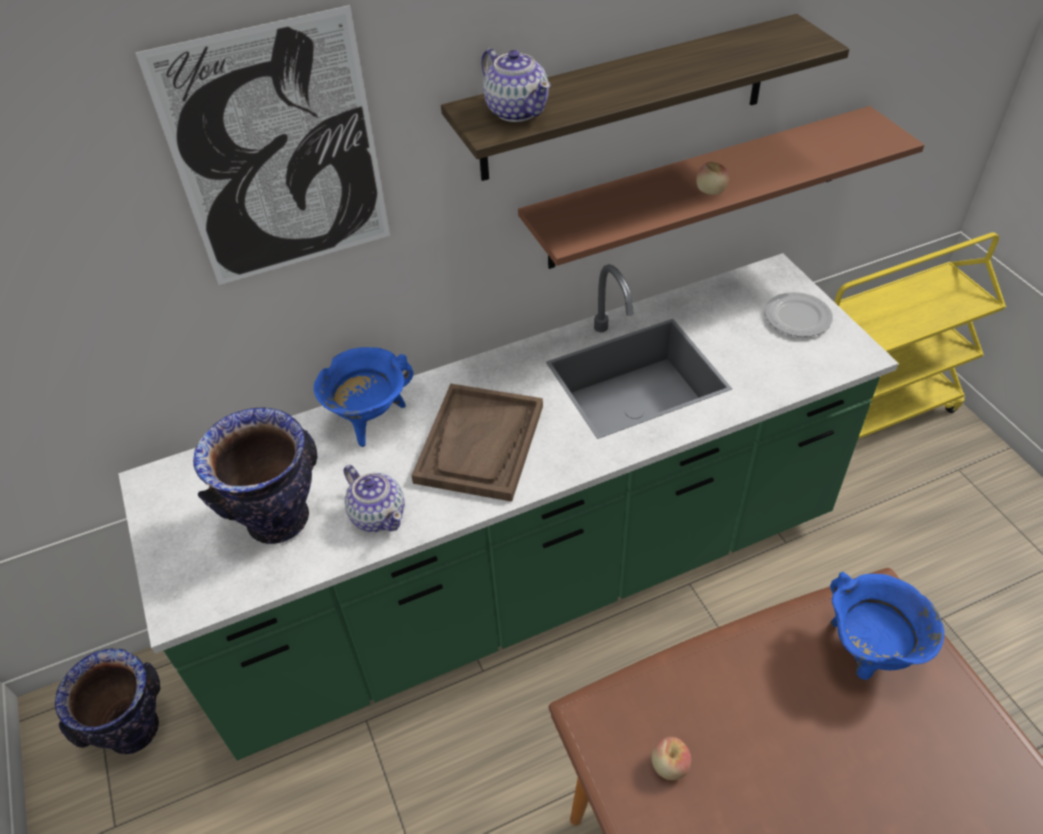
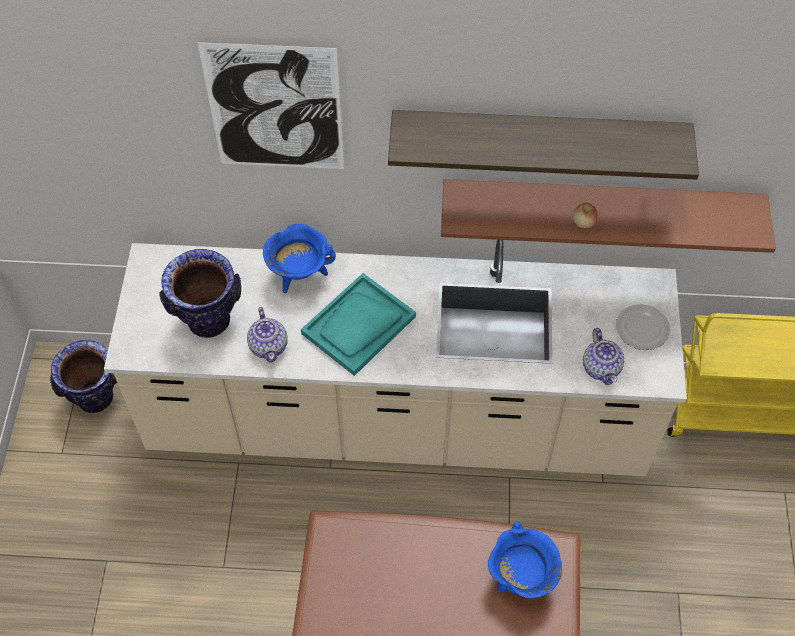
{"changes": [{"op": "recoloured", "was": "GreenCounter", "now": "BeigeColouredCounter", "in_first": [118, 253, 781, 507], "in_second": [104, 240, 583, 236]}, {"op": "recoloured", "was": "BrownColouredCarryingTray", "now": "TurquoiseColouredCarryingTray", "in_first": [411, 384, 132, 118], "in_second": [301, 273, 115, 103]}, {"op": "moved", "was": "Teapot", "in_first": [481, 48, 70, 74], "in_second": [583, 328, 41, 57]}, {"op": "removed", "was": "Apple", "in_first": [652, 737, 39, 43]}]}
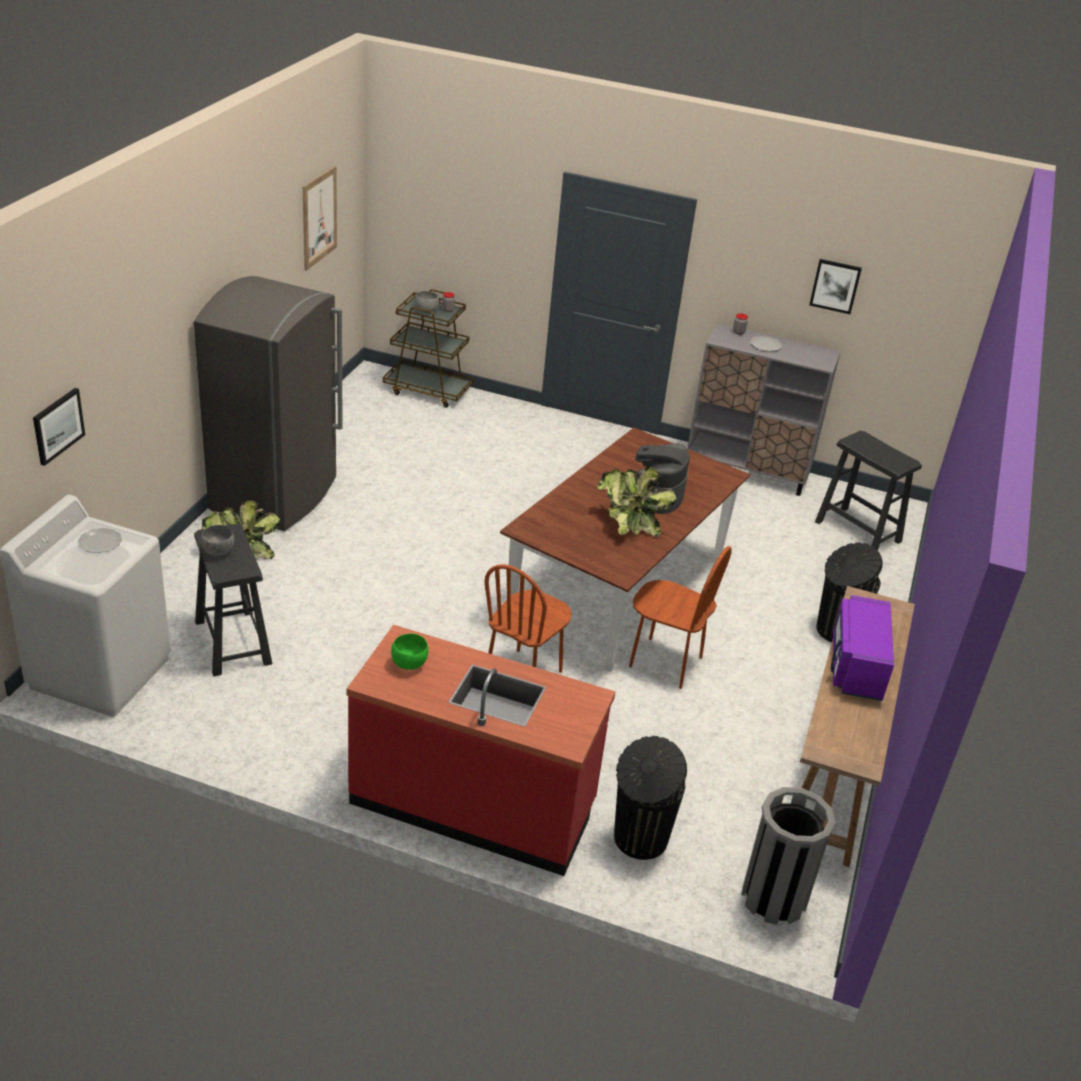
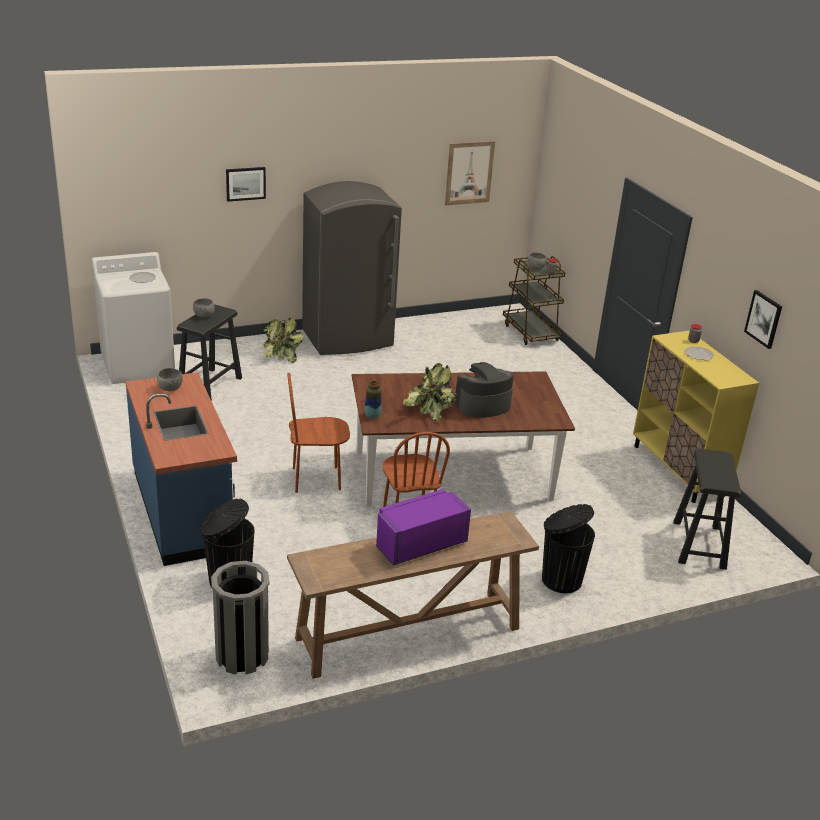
{"changes": [{"op": "recoloured", "was": "ReddishCounter", "now": "BluishCounter", "in_first": [347, 625, 268, 251], "in_second": [126, 372, 111, 194]}, {"op": "recoloured", "was": "GreenServingBowl", "now": "GreyishServingBowl", "in_first": [391, 634, 38, 36], "in_second": [157, 368, 26, 23]}, {"op": "moved", "was": "WallPicture", "in_first": [33, 388, 52, 78], "in_second": [226, 167, 40, 35]}, {"op": "added", "now": "FlowerVase", "in_second": [365, 381, 16, 38]}, {"op": "recoloured", "was": "GreyishCabinet", "now": "YellowCabinet", "in_first": [687, 323, 154, 173], "in_second": [633, 330, 126, 173]}]}
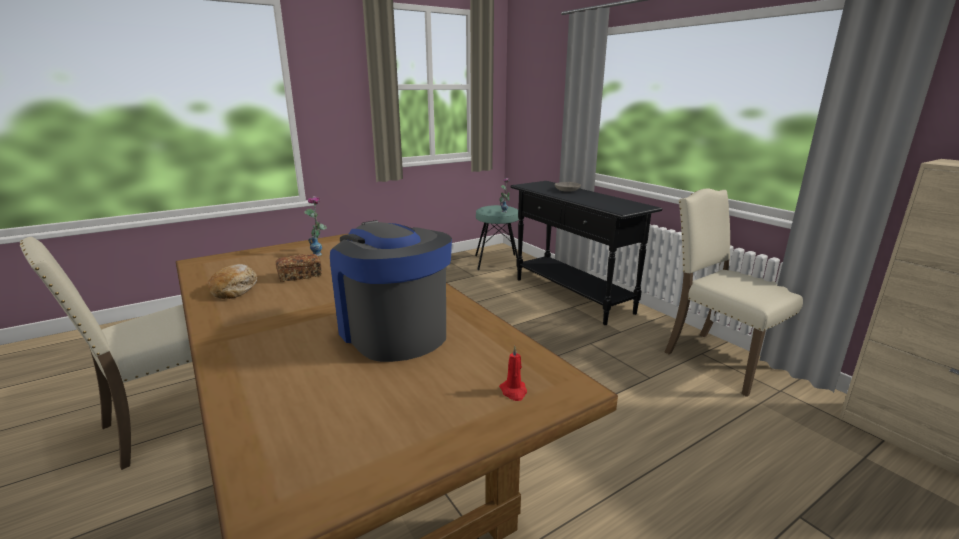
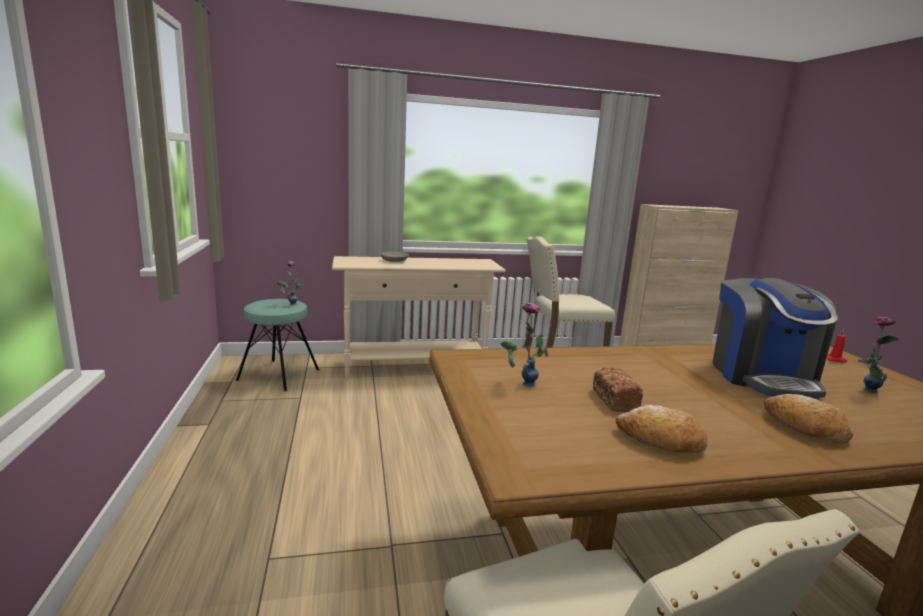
{"changes": [{"op": "recoloured", "was": "BlackishNarrowTable", "now": "BeigeColouredNarrowTable", "in_first": [510, 181, 152, 144], "in_second": [332, 256, 174, 123]}, {"op": "turned", "was": "CoffeeMaker", "in_first": [330, 220, 122, 142], "in_second": [712, 278, 126, 121], "clockwise": -75}, {"op": "added", "now": "BakeryBread", "in_second": [764, 394, 89, 49]}, {"op": "added", "now": "FlowerVase", "in_second": [858, 317, 41, 77]}]}
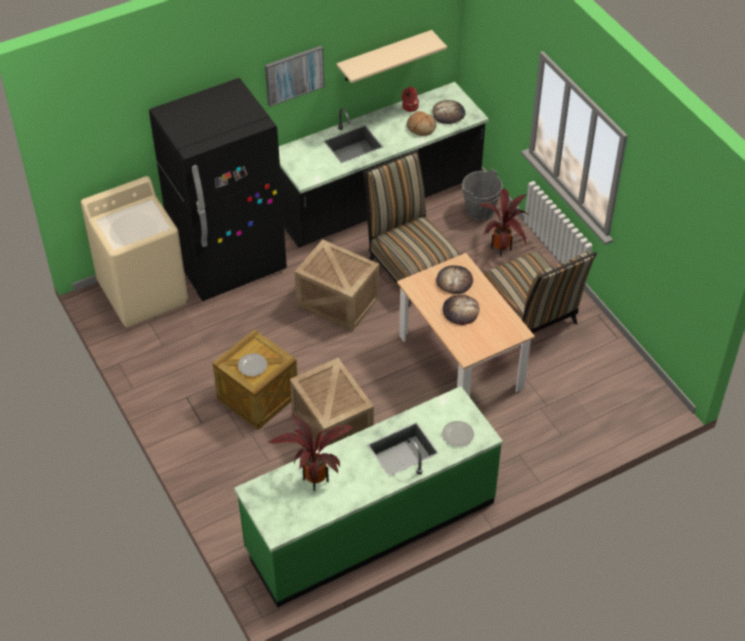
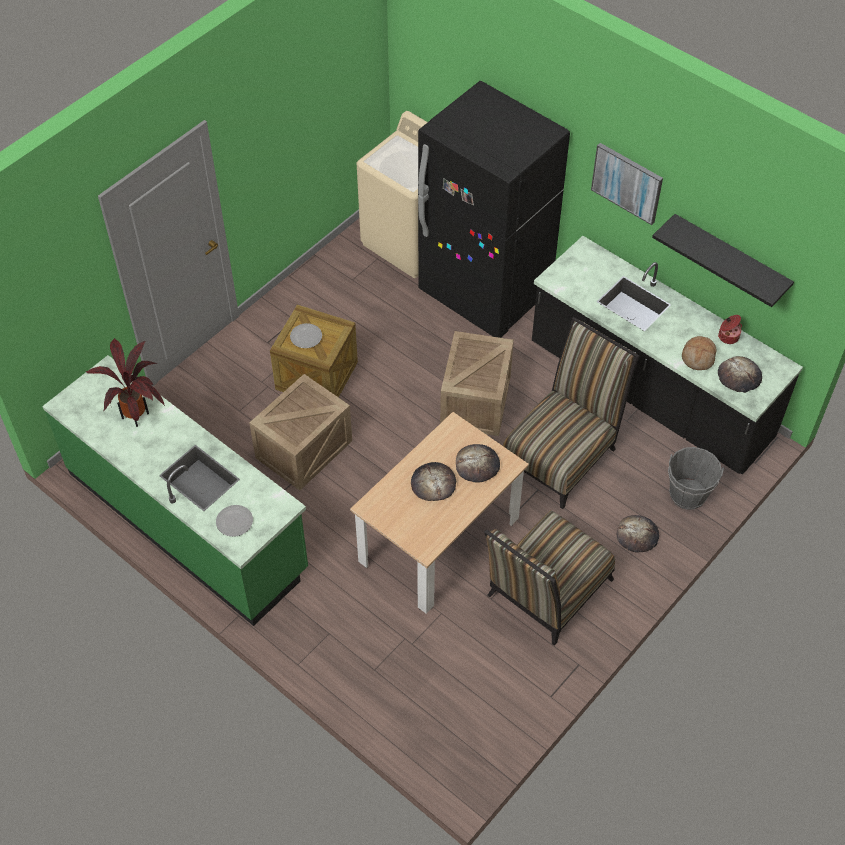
{"changes": [{"op": "replaced", "was": "PottedPlant", "now": "BakeryBread", "in_first": [479, 188, 48, 69], "in_second": [617, 515, 42, 38]}, {"op": "recoloured", "was": "BeigeColouredWallShelf", "now": "BlackishWallShelf", "in_first": [337, 30, 110, 53], "in_second": [652, 214, 142, 93]}]}
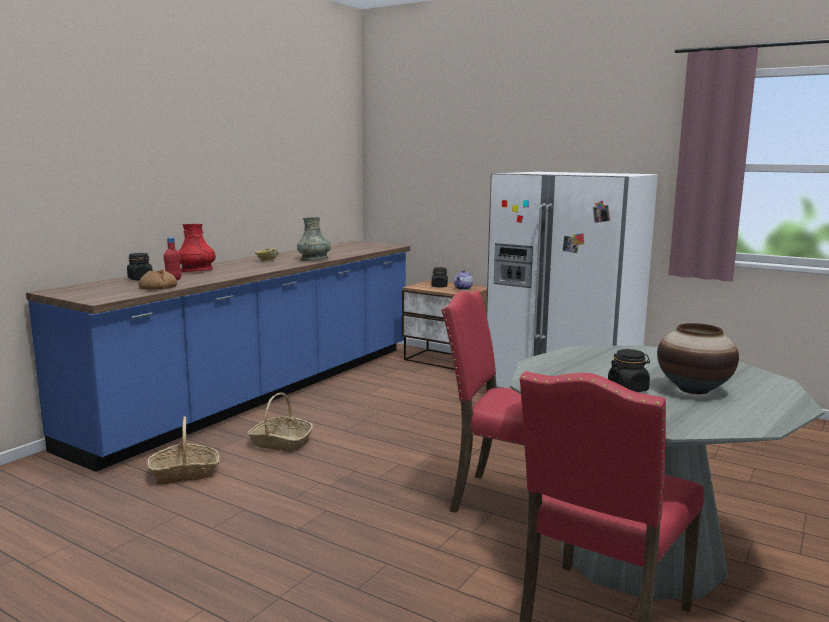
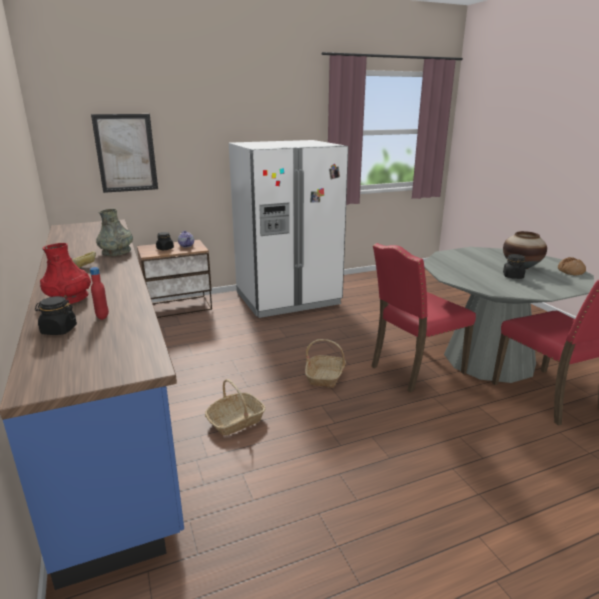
{"changes": [{"op": "added", "now": "WallPicture", "in_second": [91, 114, 67, 79]}, {"op": "moved", "was": "HouseholdBasket", "in_first": [147, 416, 73, 68], "in_second": [305, 339, 41, 49]}, {"op": "moved", "was": "BakeryBread", "in_first": [139, 270, 38, 20], "in_second": [558, 257, 28, 19]}]}
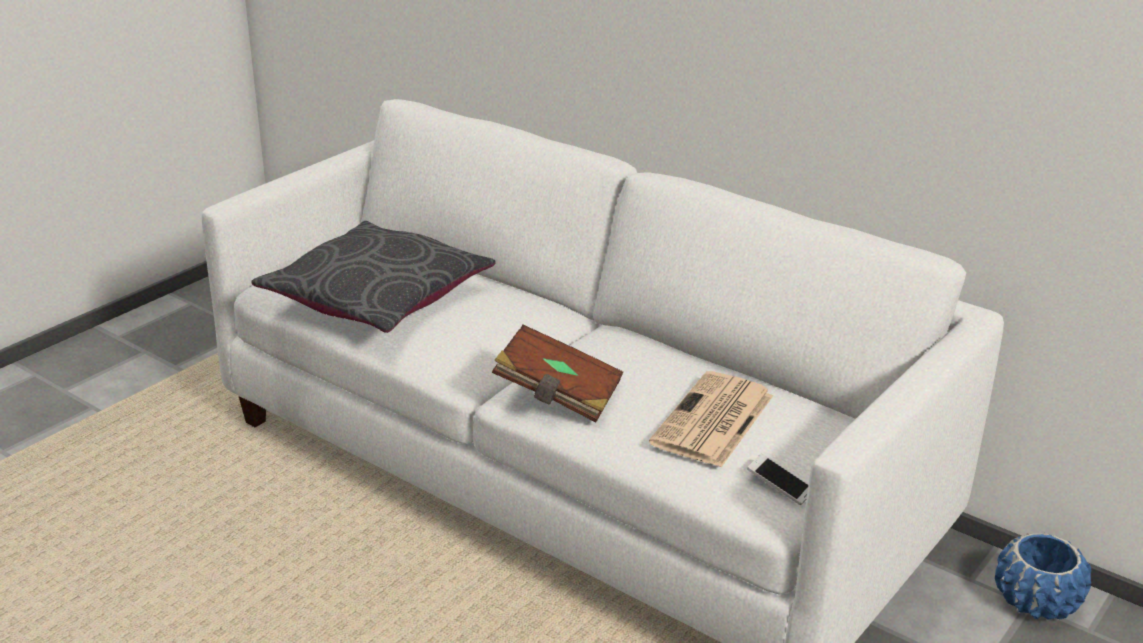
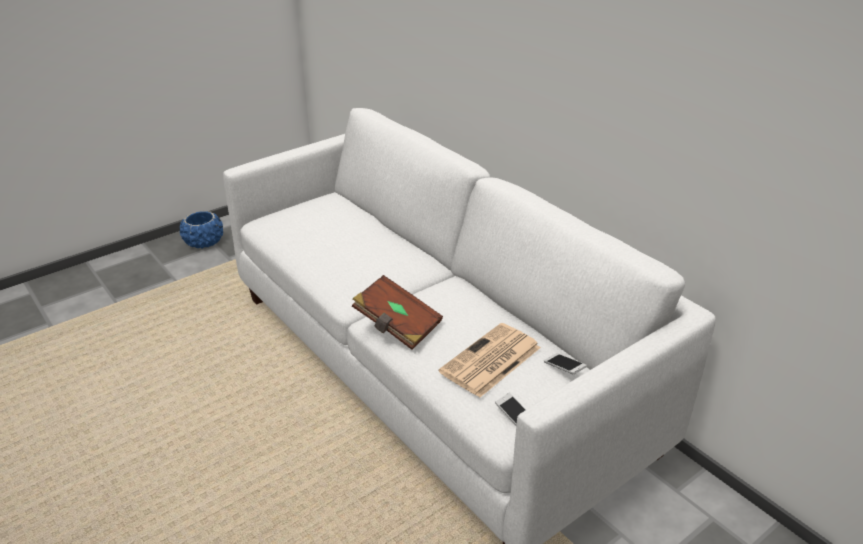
{"changes": [{"op": "moved", "was": "BluishPlantPot", "in_first": [995, 533, 96, 87], "in_second": [180, 211, 43, 38]}, {"op": "added", "now": "Phone", "in_second": [544, 353, 43, 21]}, {"op": "removed", "was": "GreyishPillow", "in_first": [251, 221, 245, 112]}]}
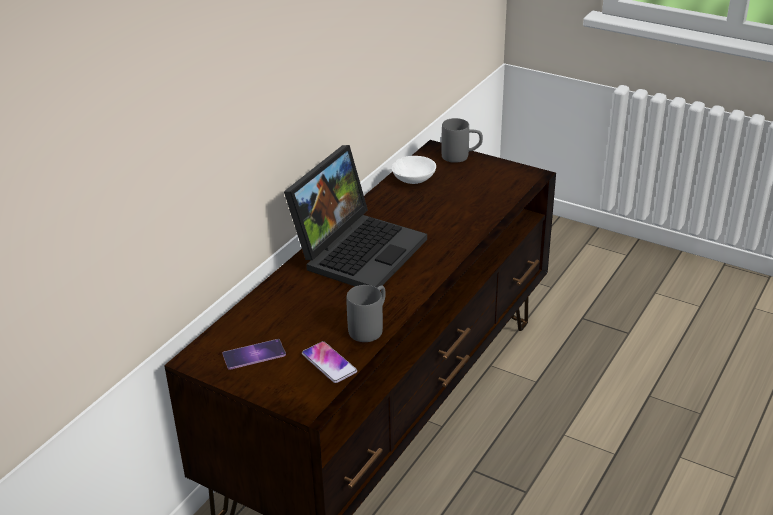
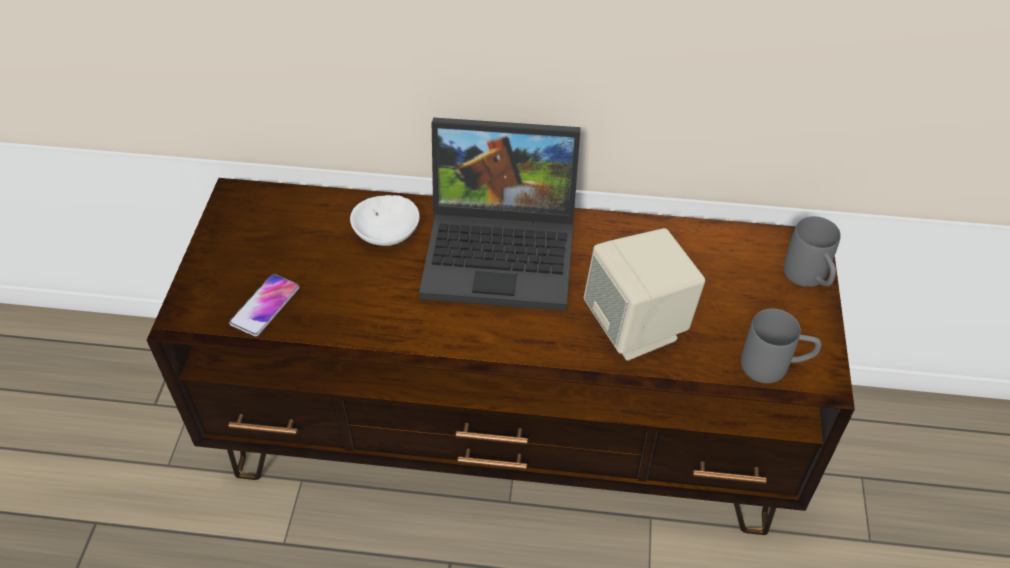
{"changes": [{"op": "moved", "was": "WhiteServingBowl", "in_first": [391, 156, 45, 28], "in_second": [350, 195, 70, 51]}, {"op": "added", "now": "BeigeColouredLoudspeaker", "in_second": [584, 228, 121, 133]}, {"op": "moved", "was": "GreyishMug", "in_first": [347, 285, 39, 57], "in_second": [741, 309, 80, 74]}, {"op": "removed", "was": "Phone", "in_first": [223, 339, 63, 31]}]}
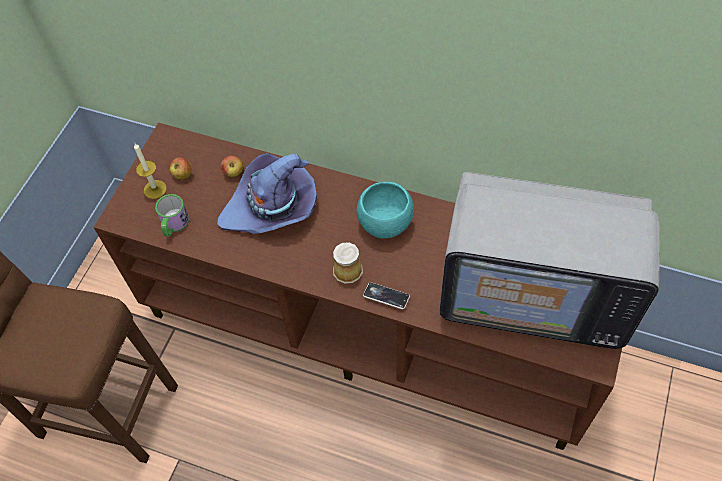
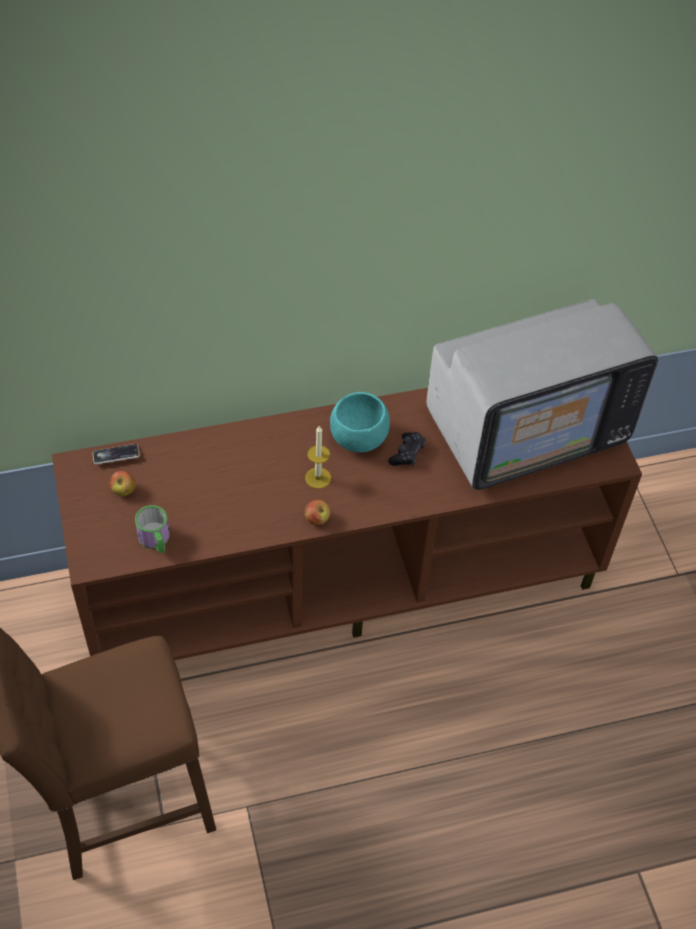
{"changes": [{"op": "moved", "was": "Phone", "in_first": [363, 282, 47, 27], "in_second": [93, 444, 47, 20]}, {"op": "moved", "was": "Candle", "in_first": [134, 143, 33, 56], "in_second": [305, 425, 26, 64]}, {"op": "moved", "was": "Apple", "in_first": [221, 155, 22, 22], "in_second": [305, 500, 25, 25]}, {"op": "added", "now": "BlackishJoypad", "in_second": [388, 432, 38, 34]}, {"op": "removed", "was": "PurpleClothingHat", "in_first": [217, 153, 100, 81]}, {"op": "removed", "was": "Mug", "in_first": [333, 242, 30, 41]}]}
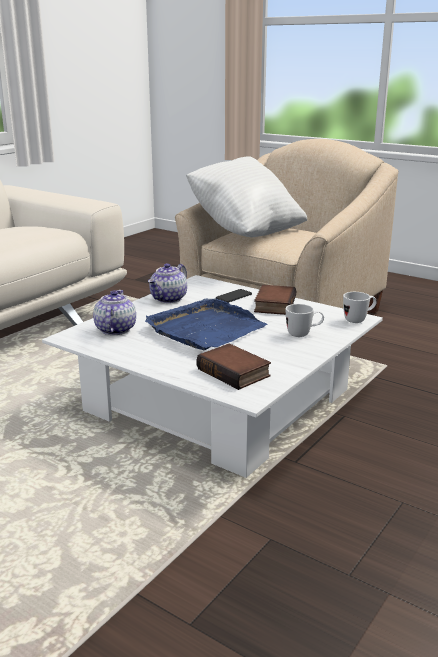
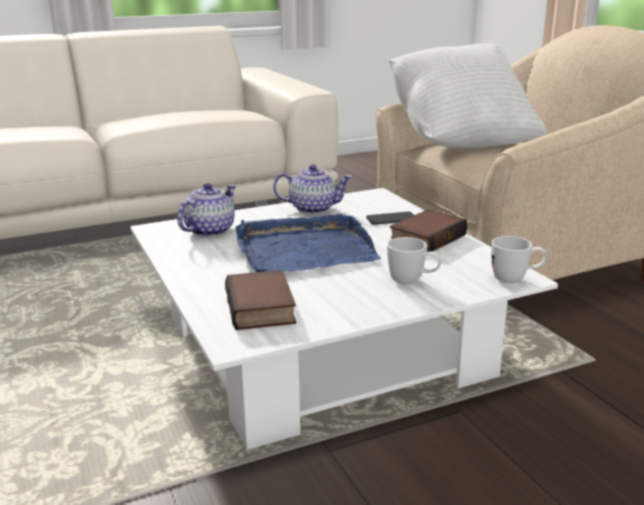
{"changes": [{"op": "turned", "was": "Teapot", "in_first": [148, 263, 39, 40], "in_second": [273, 164, 79, 50], "clockwise": -150}]}
